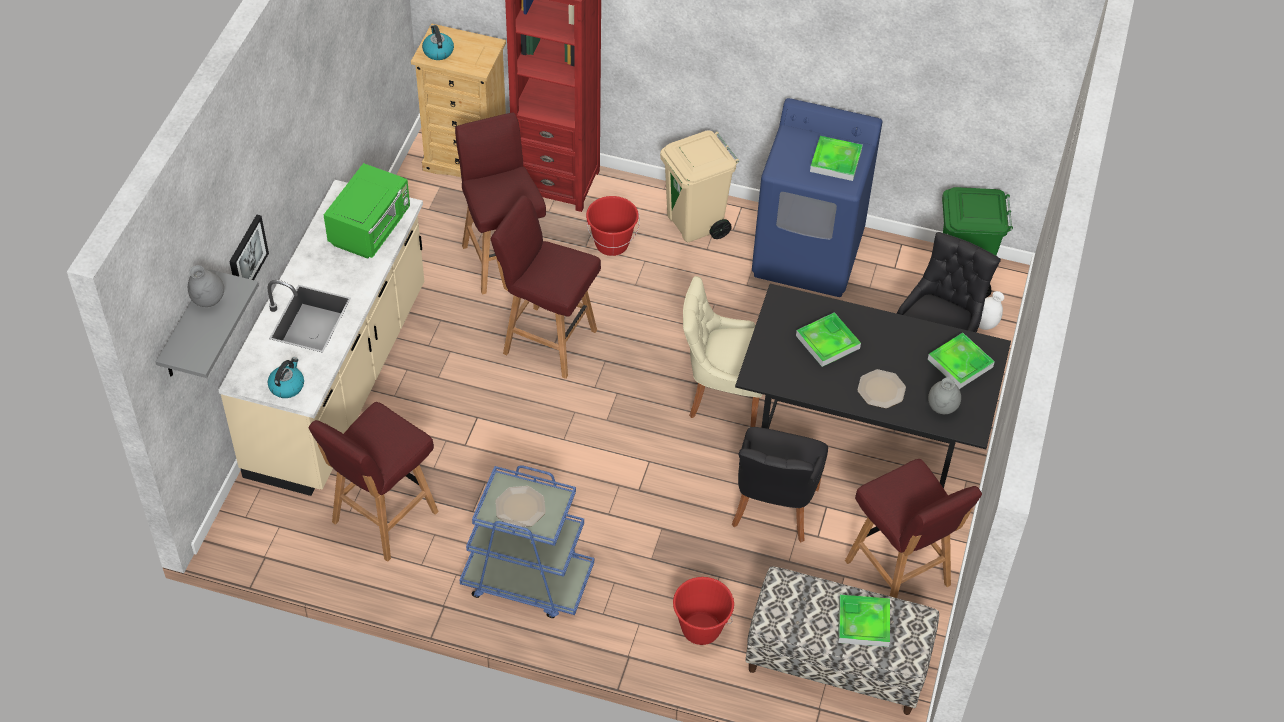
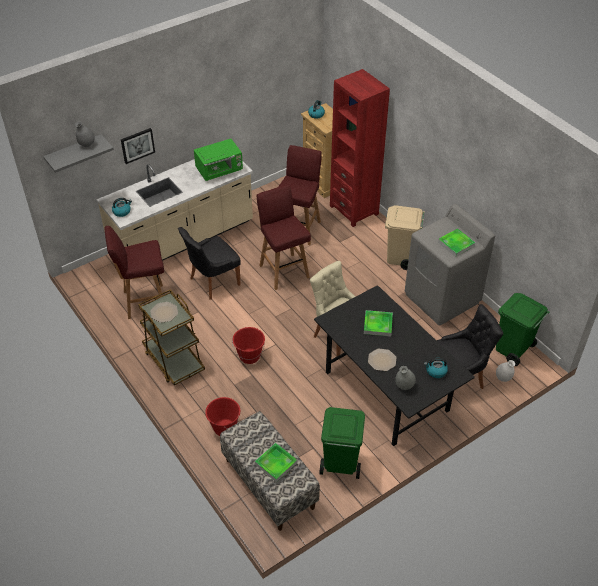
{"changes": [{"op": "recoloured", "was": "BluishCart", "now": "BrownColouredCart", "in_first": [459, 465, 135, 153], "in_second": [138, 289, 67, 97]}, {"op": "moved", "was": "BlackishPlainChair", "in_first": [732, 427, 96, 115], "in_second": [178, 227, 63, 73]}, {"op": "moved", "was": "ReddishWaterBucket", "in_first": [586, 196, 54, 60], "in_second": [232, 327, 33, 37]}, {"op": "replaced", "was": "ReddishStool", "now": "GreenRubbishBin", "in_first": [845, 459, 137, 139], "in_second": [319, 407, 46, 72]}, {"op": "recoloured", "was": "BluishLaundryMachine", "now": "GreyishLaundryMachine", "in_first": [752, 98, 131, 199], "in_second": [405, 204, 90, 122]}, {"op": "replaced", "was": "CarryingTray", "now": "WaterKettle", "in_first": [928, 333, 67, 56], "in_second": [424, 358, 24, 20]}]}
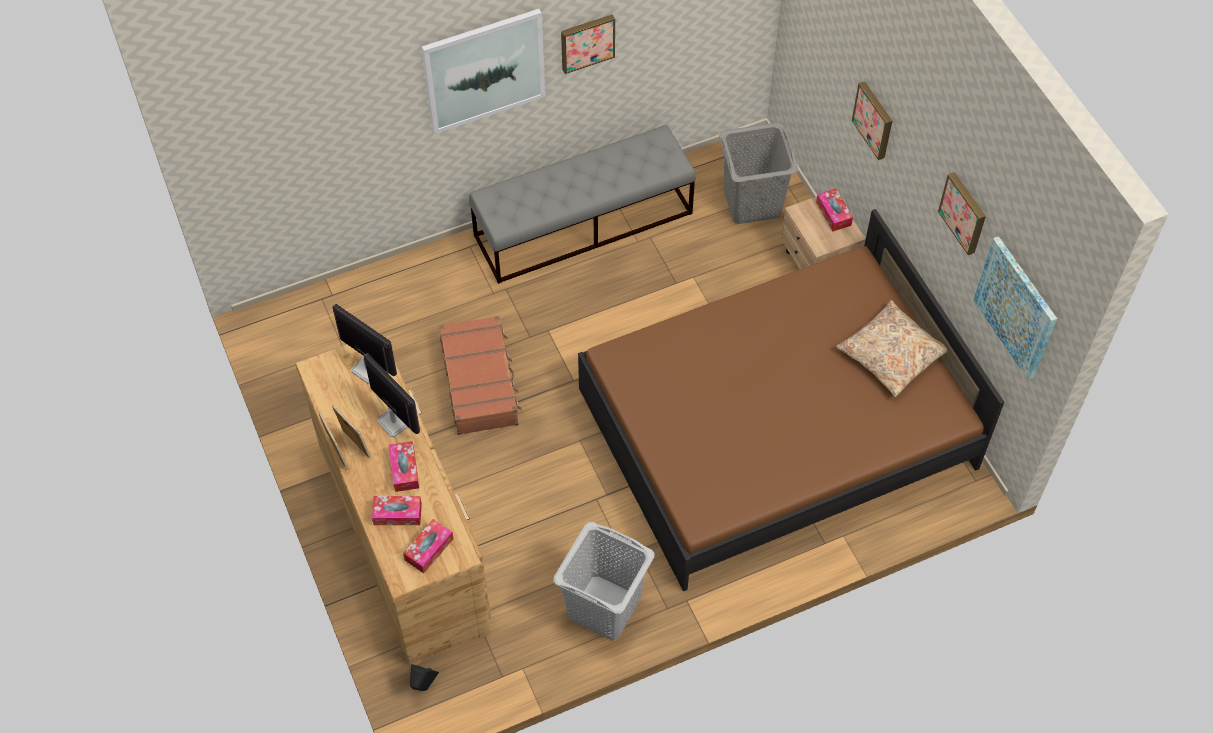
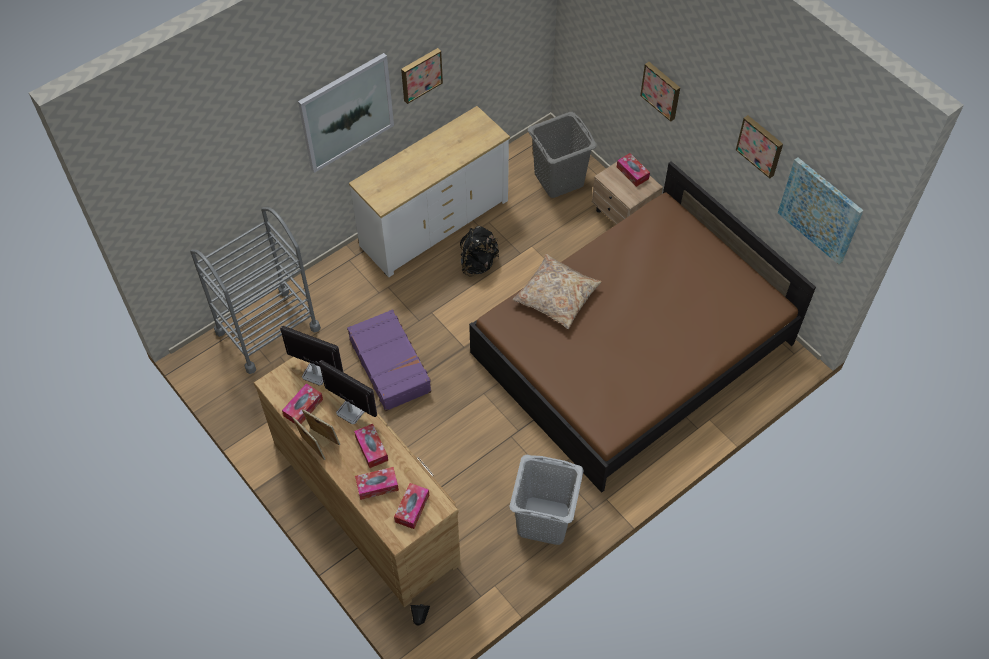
{"changes": [{"op": "added", "now": "GreyishCart", "in_second": [190, 207, 131, 167]}, {"op": "added", "now": "BoxOfTissues", "in_second": [282, 383, 41, 41]}, {"op": "recoloured", "was": "BrownColouredTravelCase", "now": "PurpleTravelCase", "in_first": [439, 316, 83, 119], "in_second": [347, 309, 84, 102]}, {"op": "replaced", "was": "GreyishLongSeat", "now": "WhiteChestOfDrawers", "in_first": [469, 125, 227, 159], "in_second": [349, 106, 161, 171]}, {"op": "added", "now": "BlackishKnapsack", "in_second": [460, 226, 39, 51]}, {"op": "moved", "was": "BeigeColouredPillow", "in_first": [836, 300, 112, 97], "in_second": [512, 254, 90, 75]}]}
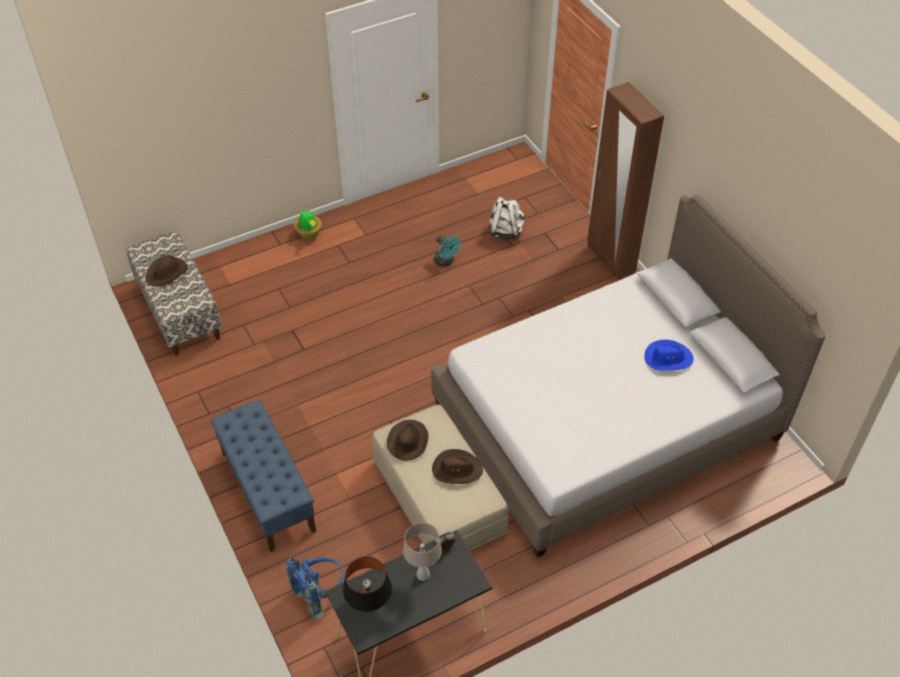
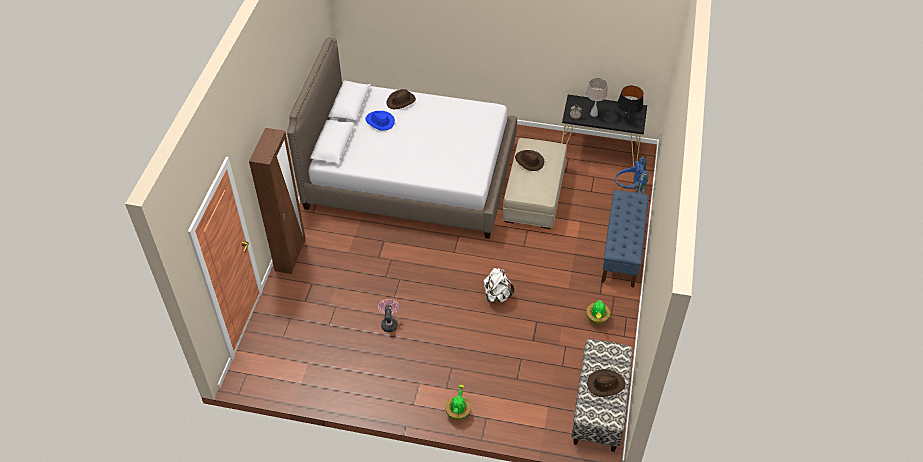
{"changes": [{"op": "recoloured", "was": "TurquoiseColouredCoolingFan", "now": "PinkCoolingFan", "in_first": [434, 235, 27, 32], "in_second": [378, 299, 21, 33]}, {"op": "moved", "was": "BrownColouredClothingHat", "in_first": [387, 420, 41, 41], "in_second": [386, 89, 30, 20]}, {"op": "moved", "was": "WhiteKnapsack", "in_first": [489, 197, 36, 42], "in_second": [483, 268, 31, 35]}, {"op": "added", "now": "PottedPlant", "in_second": [586, 300, 24, 25]}]}
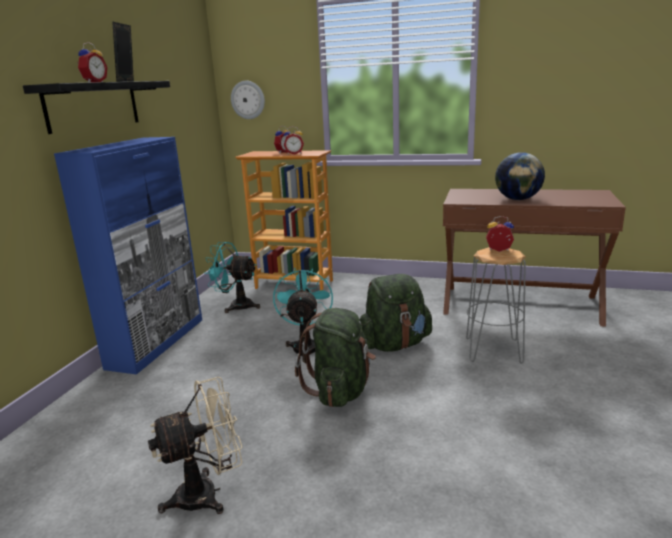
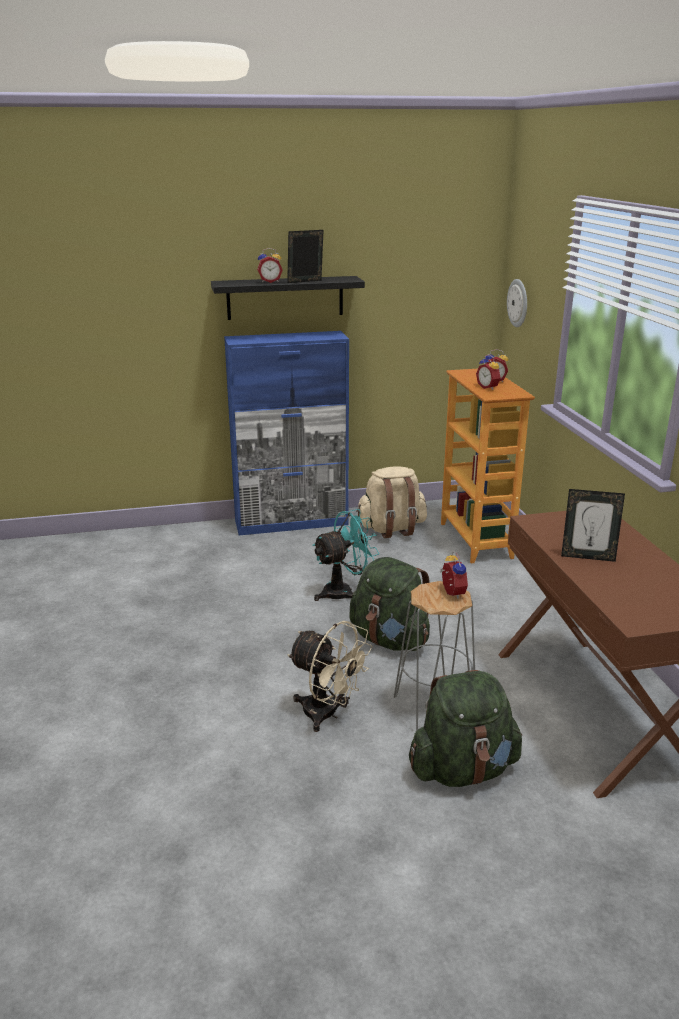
{"changes": [{"op": "moved", "was": "BeigeColouredCoolingFan", "in_first": [148, 377, 94, 137], "in_second": [288, 621, 84, 111]}, {"op": "replaced", "was": "TurquoiseColouredCoolingFan", "now": "BeigeColouredKnapsack", "in_first": [204, 242, 56, 71], "in_second": [356, 466, 71, 72]}, {"op": "moved", "was": "GreenKnapsack", "in_first": [295, 308, 81, 99], "in_second": [409, 670, 113, 117]}, {"op": "replaced", "was": "Globe", "now": "PictureFrame", "in_first": [495, 152, 50, 48], "in_second": [561, 489, 64, 73]}]}
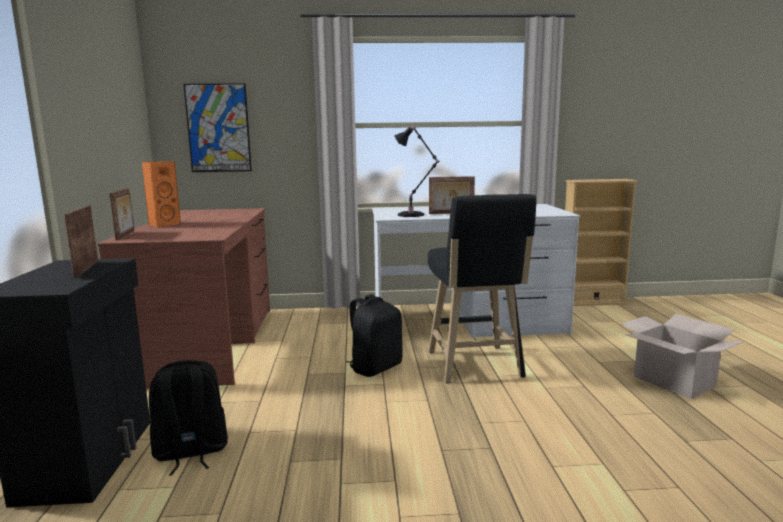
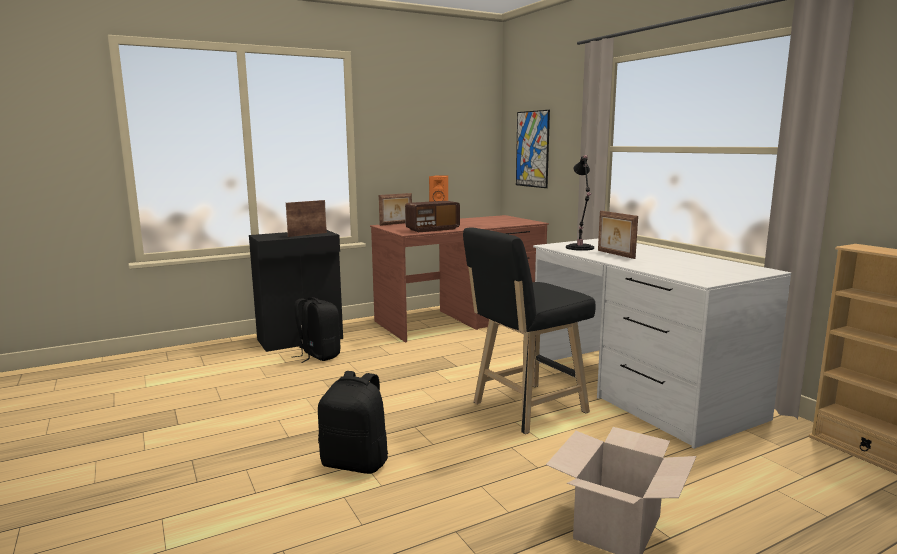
{"changes": [{"op": "moved", "was": "BlackishKnapsack", "in_first": [346, 294, 57, 83], "in_second": [318, 371, 70, 103]}, {"op": "added", "now": "RadioReceiver", "in_second": [405, 201, 55, 31]}]}
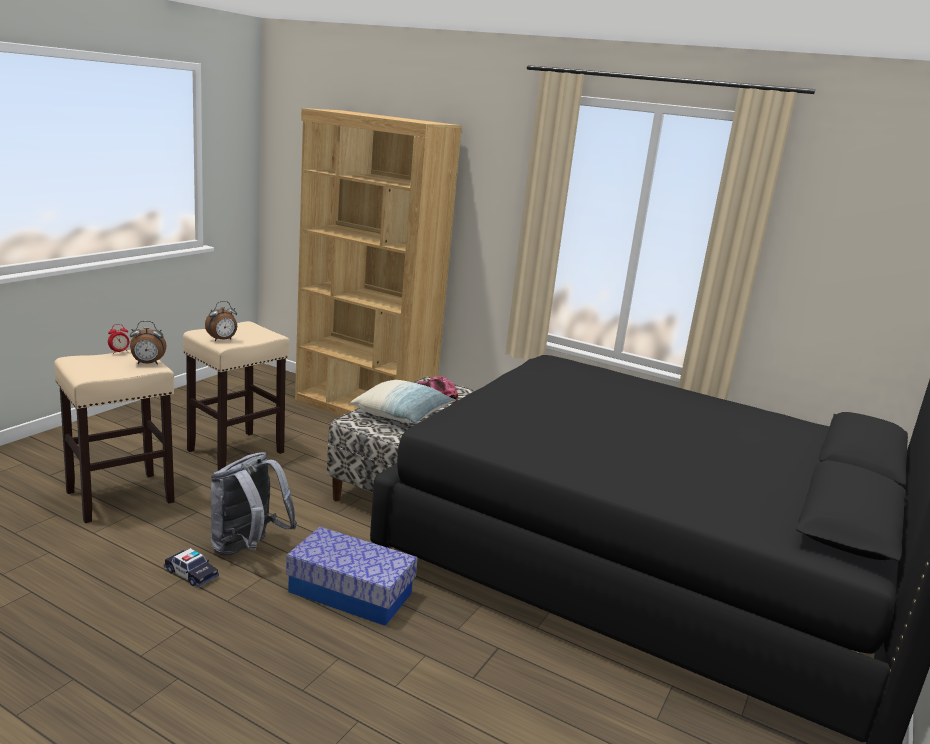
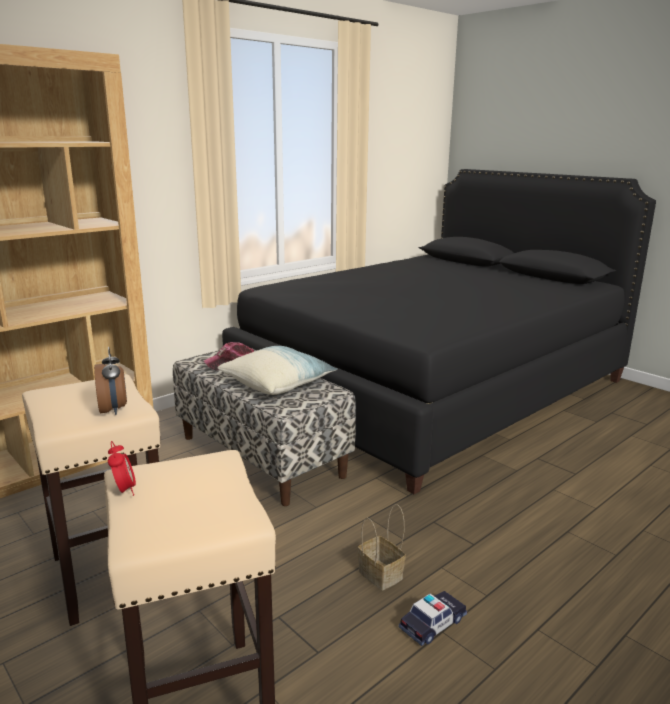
{"changes": [{"op": "replaced", "was": "GreyishKnapsack", "now": "HouseholdBasket", "in_first": [211, 452, 86, 104], "in_second": [358, 504, 48, 86]}, {"op": "removed", "was": "BedsideClock", "in_first": [130, 321, 37, 44]}, {"op": "removed", "was": "StorageBin", "in_first": [286, 527, 132, 99]}]}
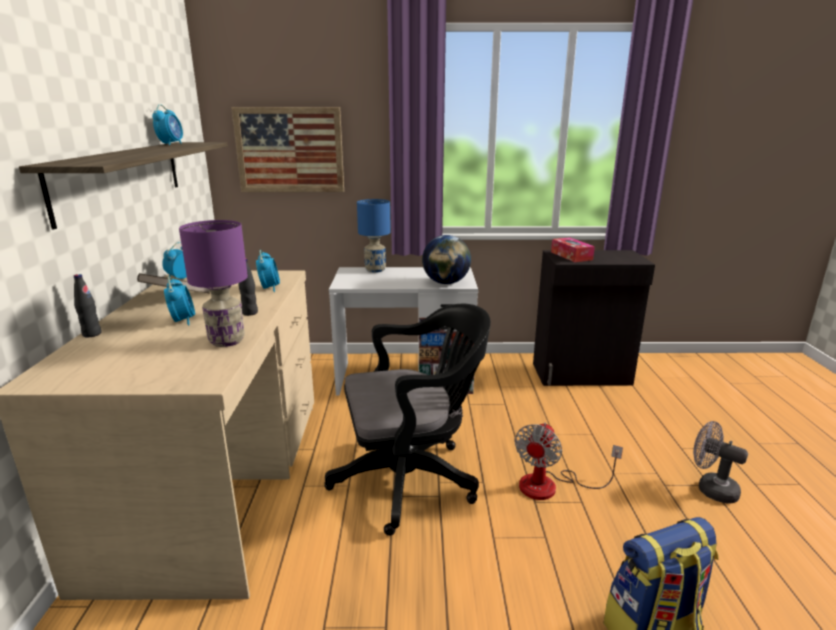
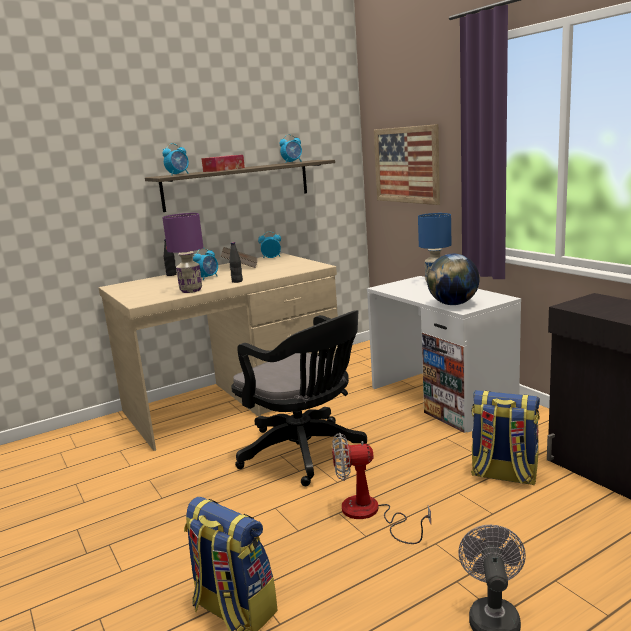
{"changes": [{"op": "moved", "was": "BedsideClock", "in_first": [256, 250, 24, 42], "in_second": [162, 143, 27, 32]}, {"op": "moved", "was": "BoxOfTissues", "in_first": [551, 237, 44, 25], "in_second": [201, 155, 44, 17]}, {"op": "added", "now": "Knapsack", "in_second": [471, 390, 69, 95]}]}
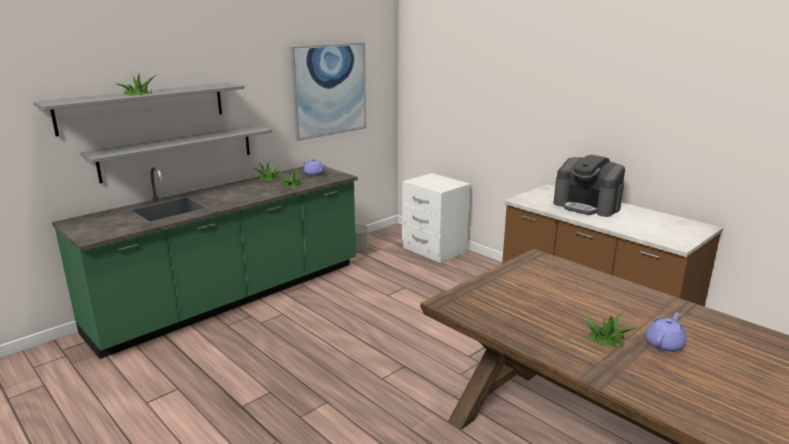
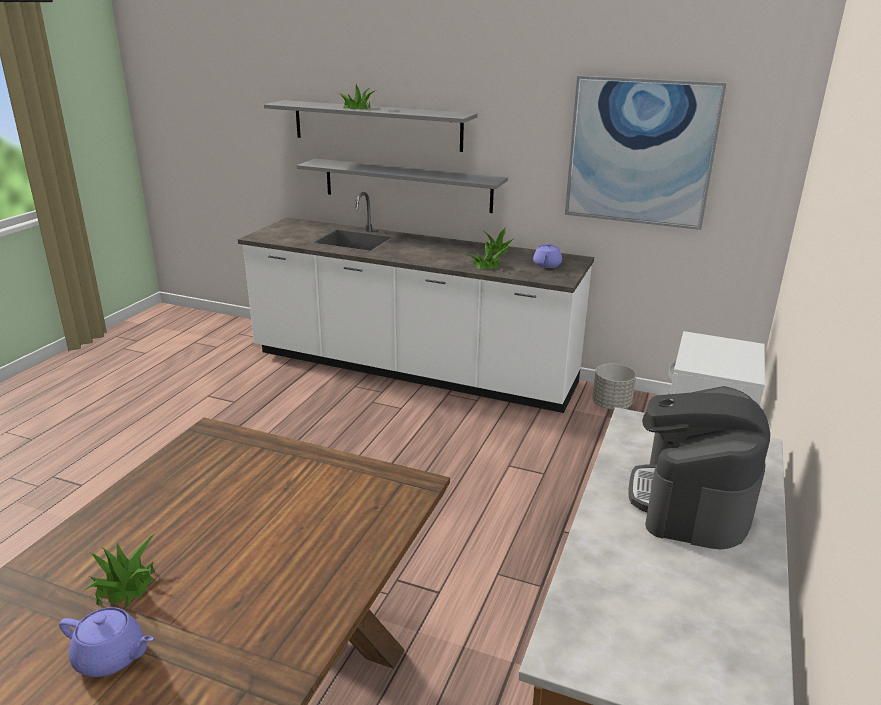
{"changes": [{"op": "recoloured", "was": "GreenCounter", "now": "WhiteCounter", "in_first": [52, 167, 306, 192], "in_second": [238, 192, 356, 221]}]}
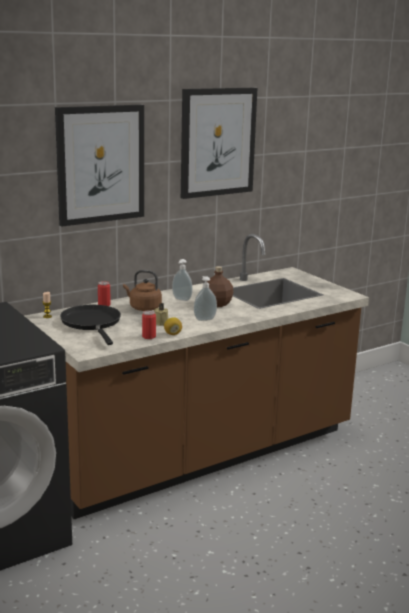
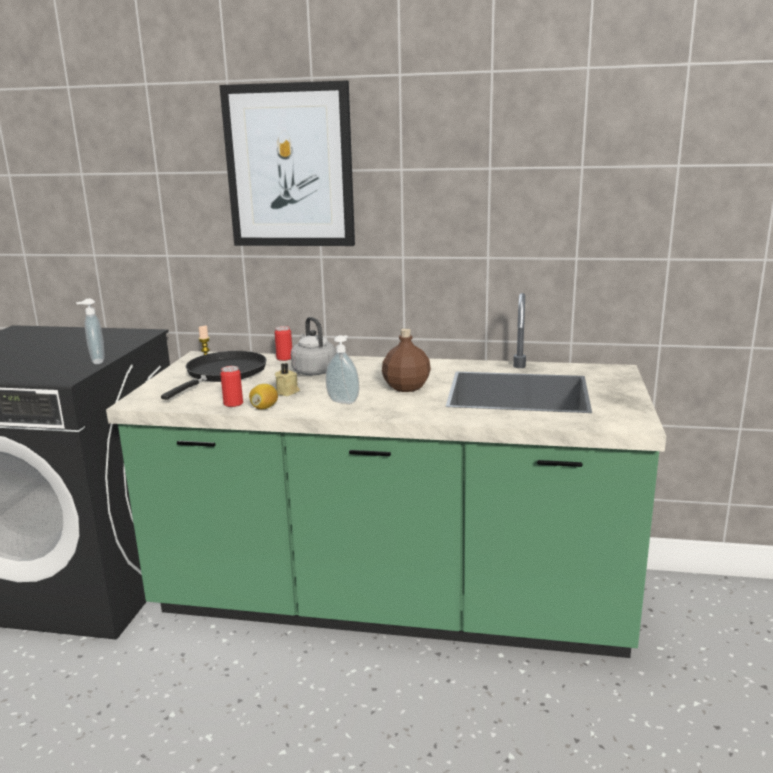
{"changes": [{"op": "moved", "was": "SoapBottle", "in_first": [172, 259, 20, 42], "in_second": [76, 298, 28, 66]}, {"op": "recoloured", "was": "BrownColouredCounter", "now": "GreenCounter", "in_first": [24, 234, 345, 285], "in_second": [106, 293, 560, 365]}, {"op": "recoloured", "was": "BrownColouredWaterKettle", "now": "GreyishWaterKettle", "in_first": [123, 270, 39, 41], "in_second": [291, 317, 45, 58]}, {"op": "removed", "was": "WallPicture", "in_first": [181, 88, 76, 111]}]}
